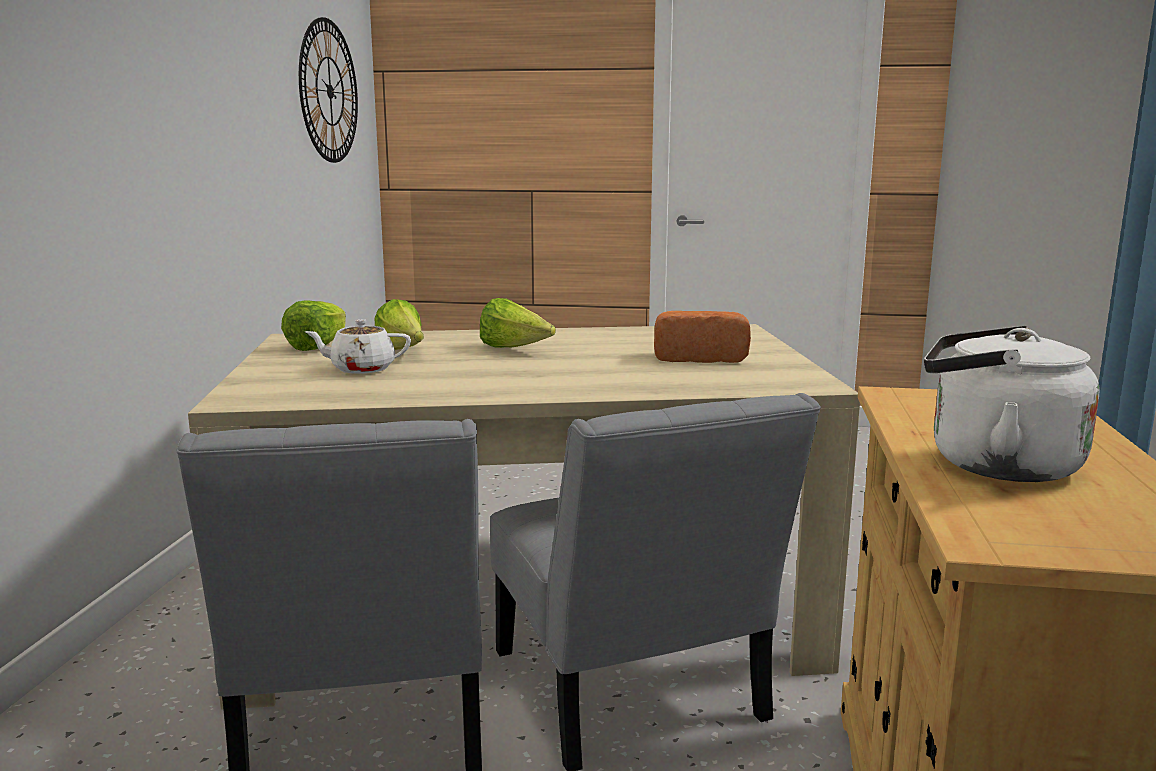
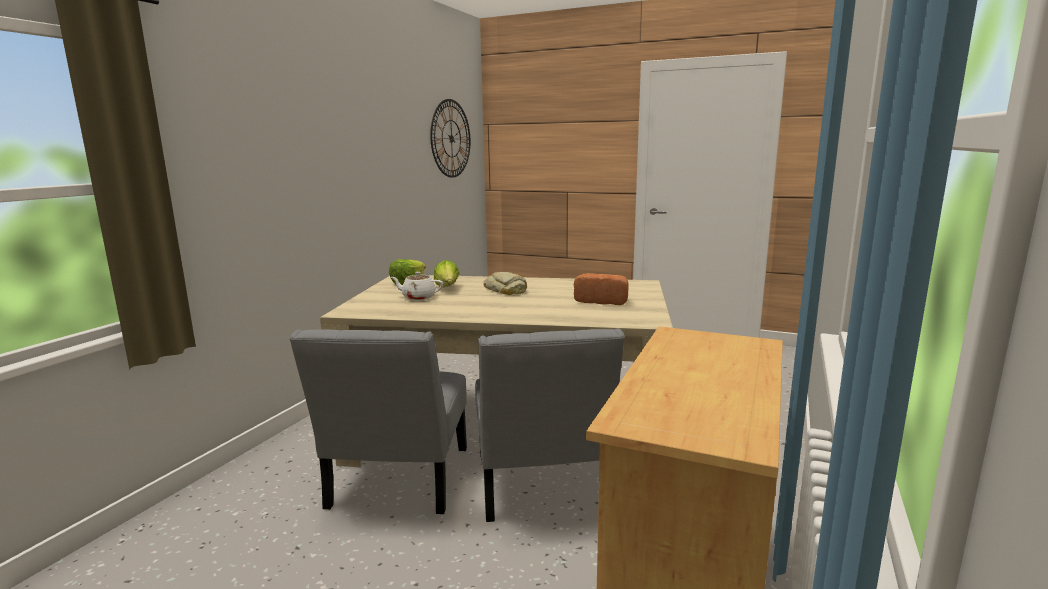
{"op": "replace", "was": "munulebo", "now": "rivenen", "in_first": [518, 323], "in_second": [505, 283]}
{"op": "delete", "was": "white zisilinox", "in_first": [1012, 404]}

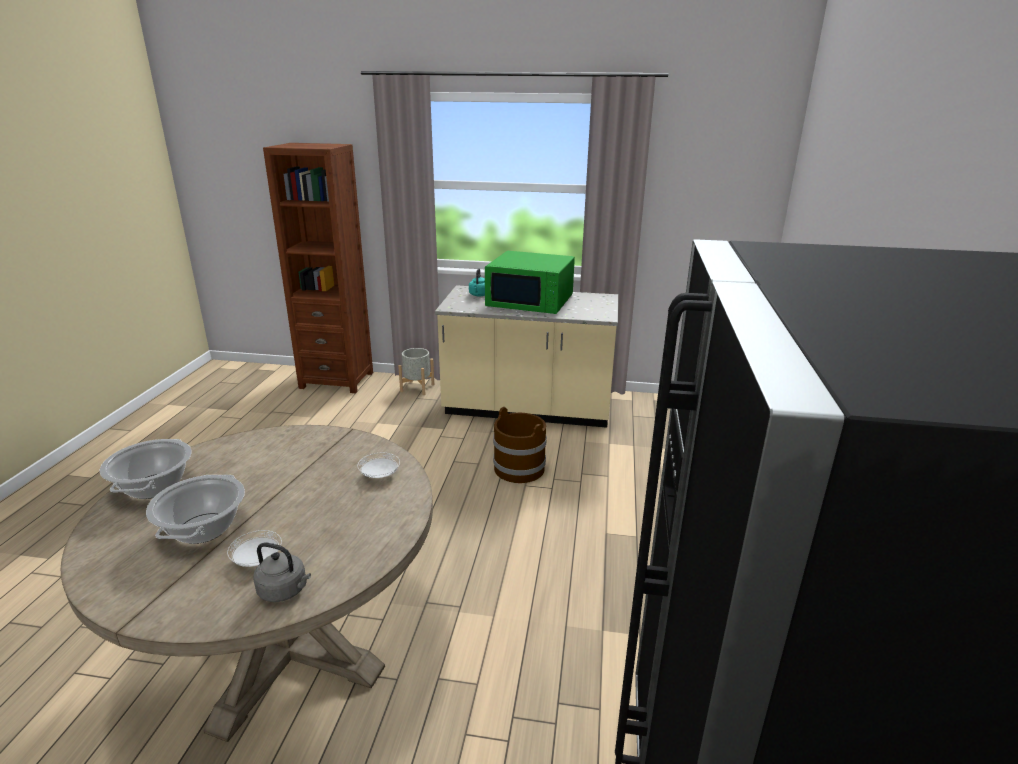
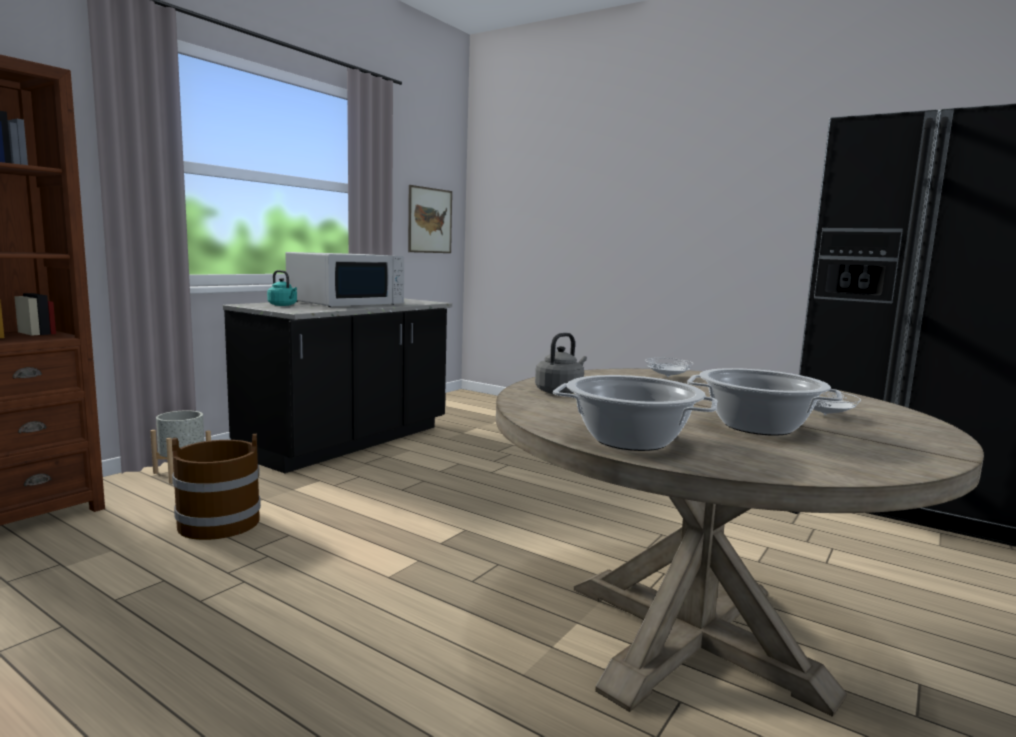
{"op": "recolor", "was": "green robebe", "now": "white robebe", "in_first": [530, 282], "in_second": [344, 279]}
{"op": "recolor", "was": "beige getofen", "now": "black getofen", "in_first": [526, 356], "in_second": [337, 386]}
{"op": "move", "was": "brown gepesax", "in_first": [520, 445], "in_second": [216, 487]}
{"op": "move", "was": "grey zisilinox", "in_first": [282, 572], "in_second": [561, 363]}
{"op": "insert", "now": "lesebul", "in_second": [430, 219]}

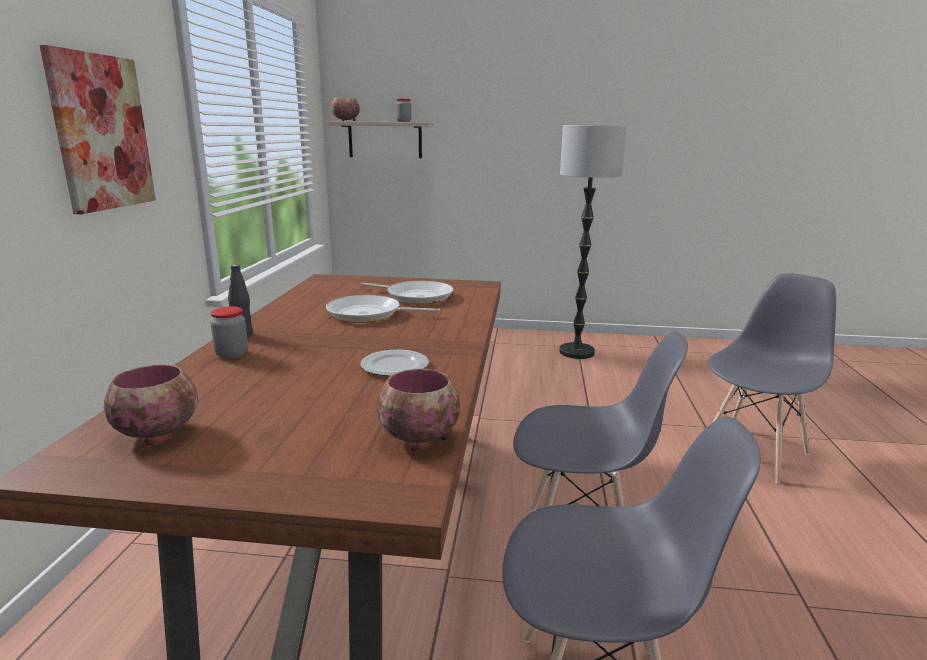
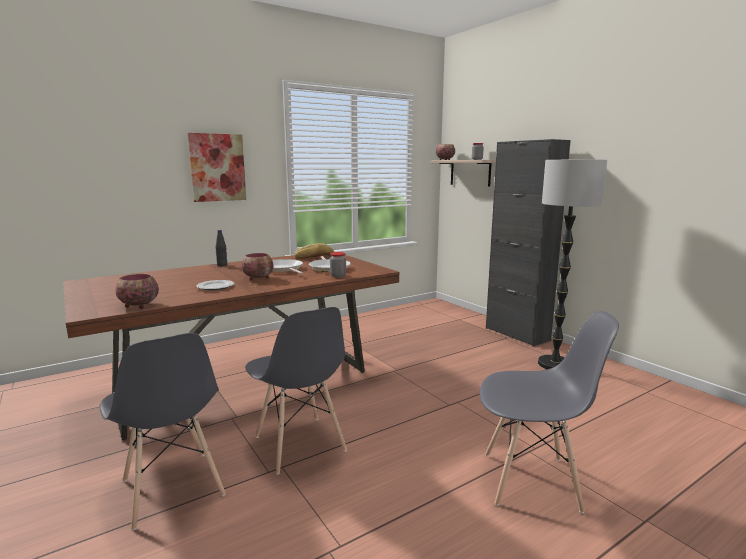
{"op": "move", "was": "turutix", "in_first": [229, 332], "in_second": [338, 265]}
{"op": "move", "was": "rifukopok", "in_first": [151, 404], "in_second": [258, 266]}
{"op": "insert", "now": "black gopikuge", "in_second": [528, 242]}
{"op": "insert", "now": "rivenen", "in_second": [314, 251]}

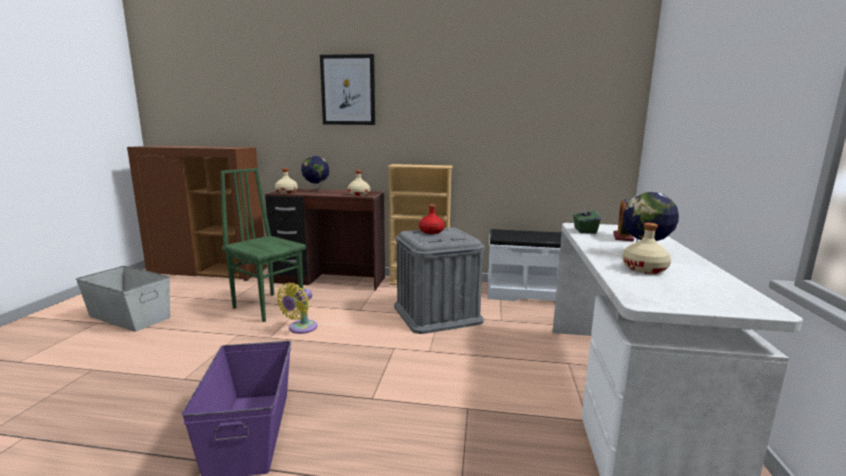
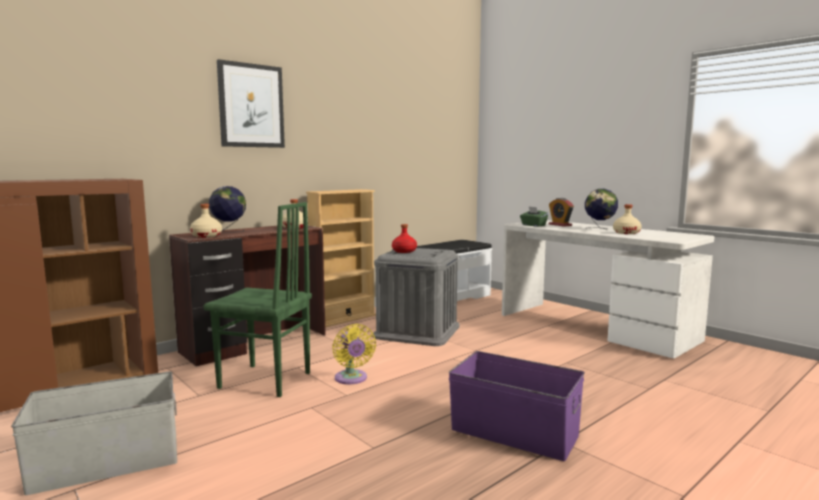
{"op": "rotate", "was": "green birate", "in_first": [263, 245], "in_second": [258, 299], "clockwise": -150}

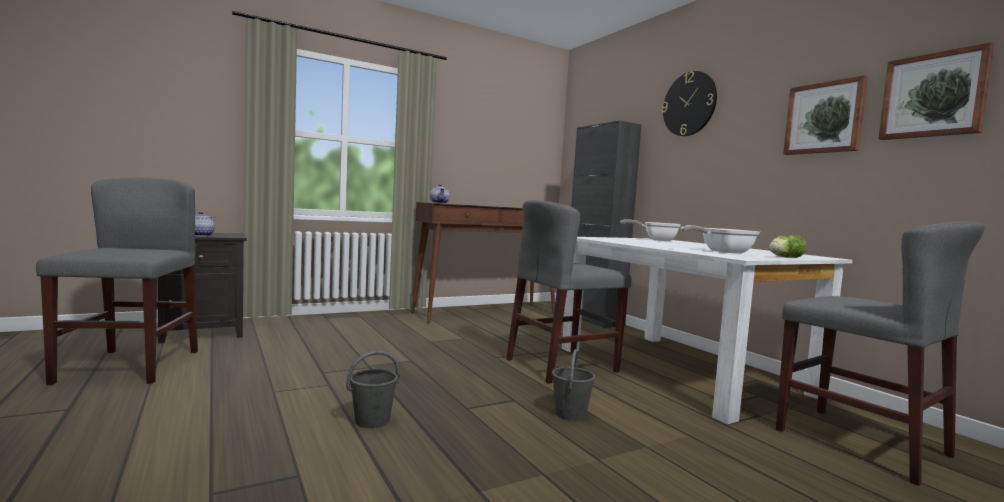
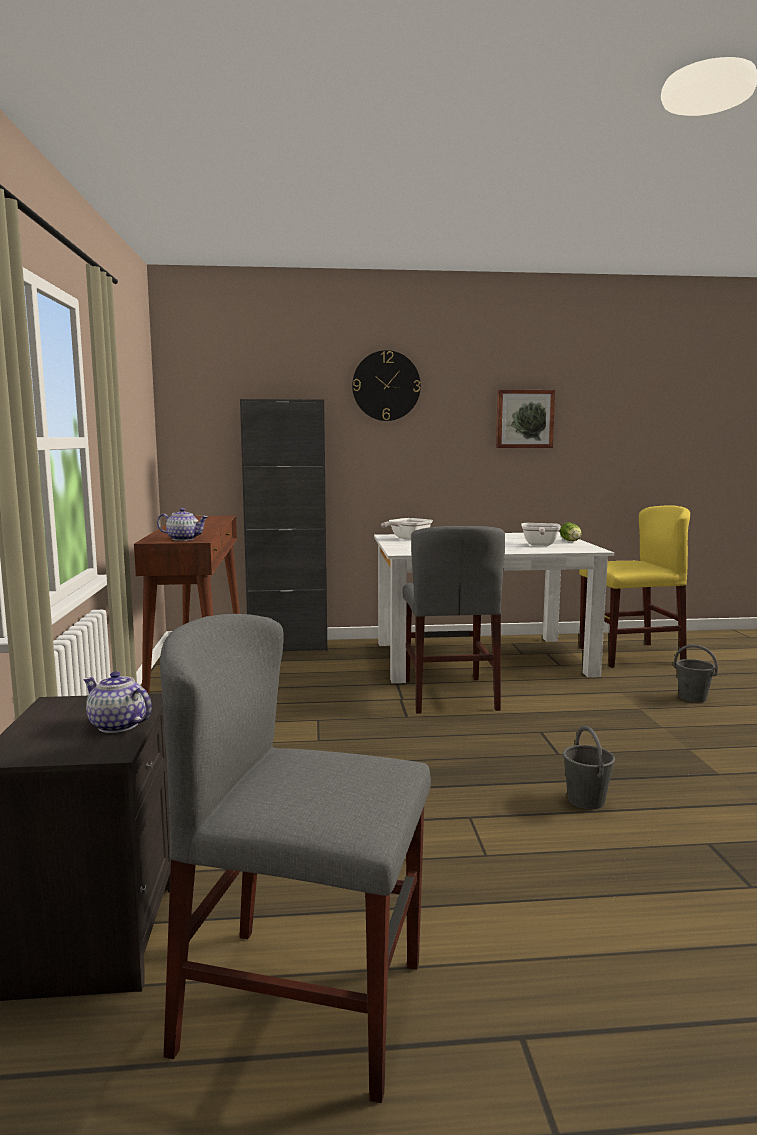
{"op": "delete", "was": "lesebul", "in_first": [936, 91]}
{"op": "recolor", "was": "grey birate", "now": "yellow birate", "in_first": [880, 353], "in_second": [634, 586]}
{"op": "move", "was": "grey gepesax", "in_first": [573, 385], "in_second": [696, 673]}

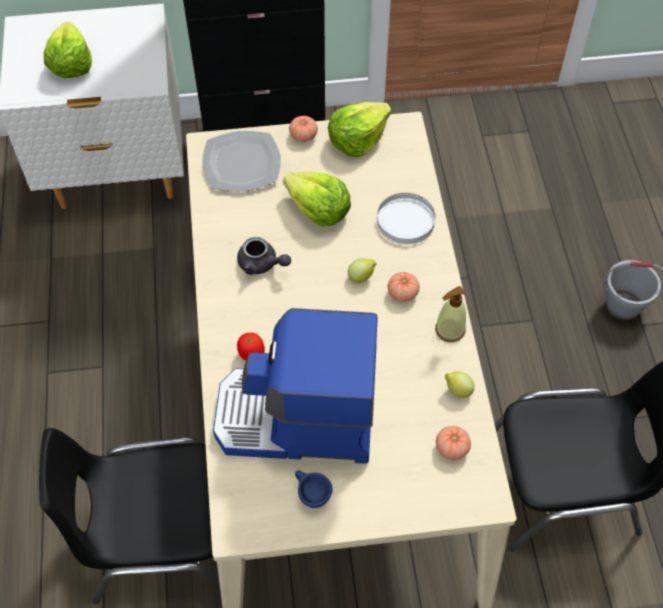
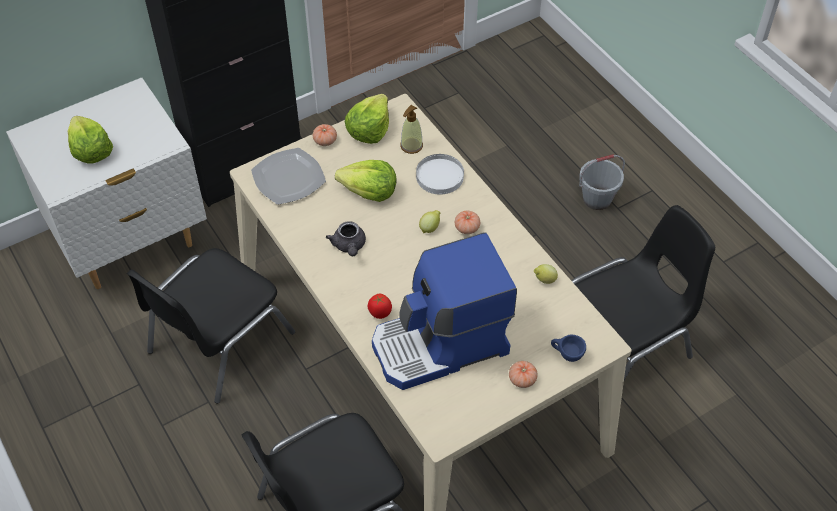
{"op": "rotate", "was": "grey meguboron", "in_first": [264, 256], "in_second": [346, 238], "clockwise": 75}
{"op": "move", "was": "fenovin", "in_first": [450, 314], "in_second": [411, 129]}
{"op": "move", "was": "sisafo", "in_first": [453, 443], "in_second": [523, 374]}
{"op": "move", "was": "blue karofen", "in_first": [313, 489], "in_second": [568, 348]}
{"op": "insert", "now": "black birate", "in_second": [211, 326]}

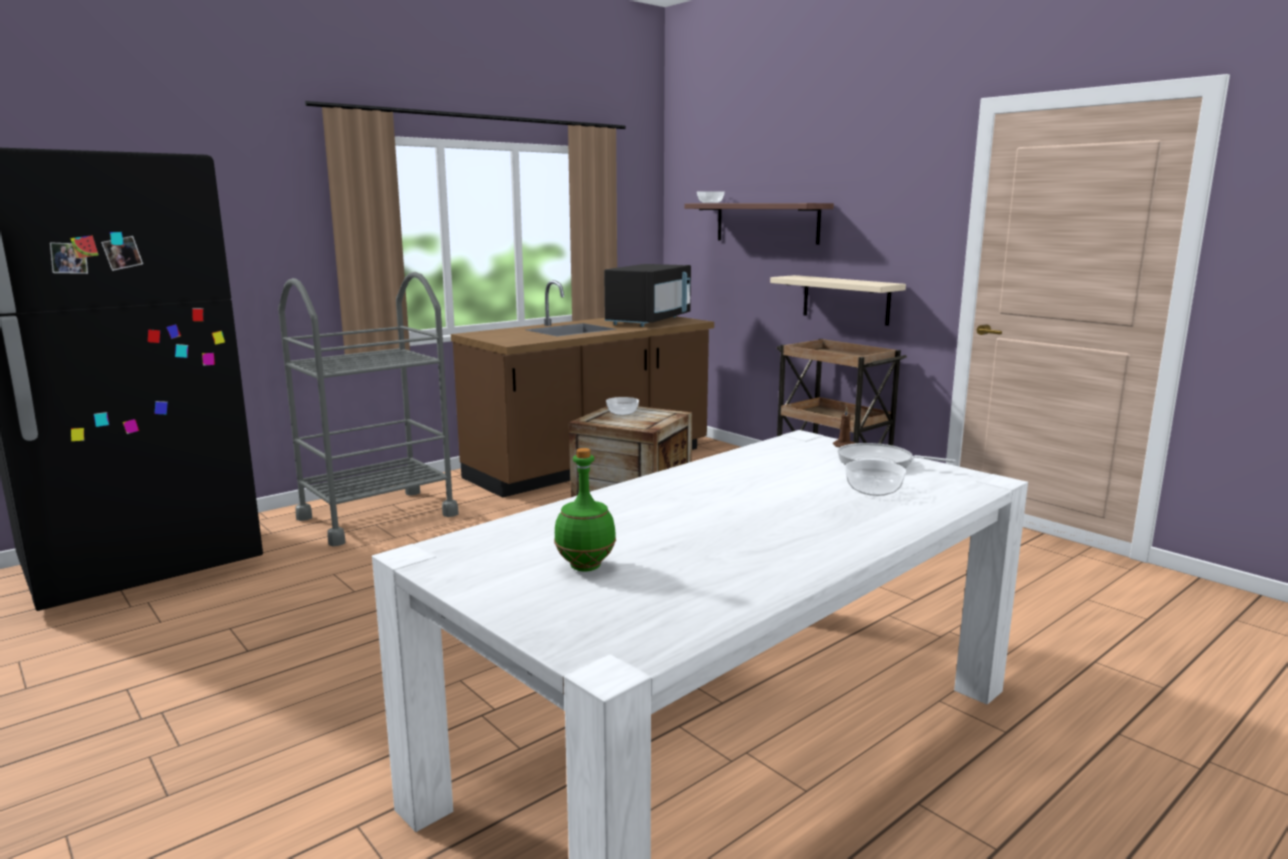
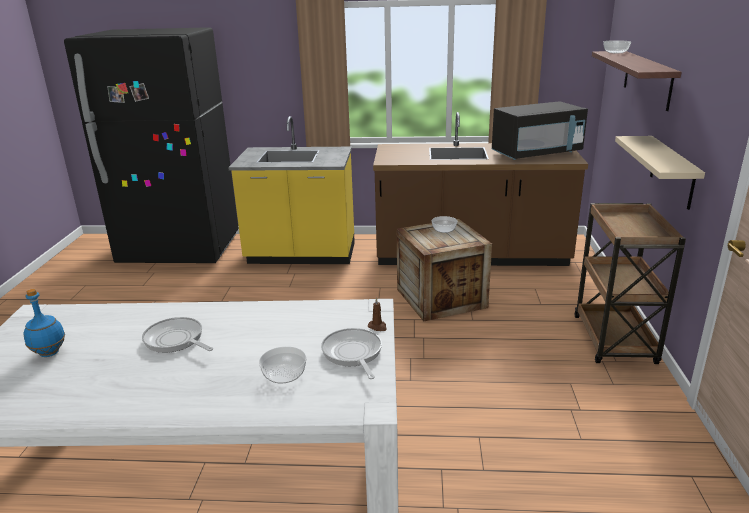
{"op": "replace", "was": "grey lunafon", "now": "yellow getofen", "in_first": [368, 409], "in_second": [291, 190]}
{"op": "recolor", "was": "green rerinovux", "now": "blue rerinovux", "in_first": [585, 509], "in_second": [44, 323]}
{"op": "insert", "now": "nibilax", "in_second": [177, 335]}

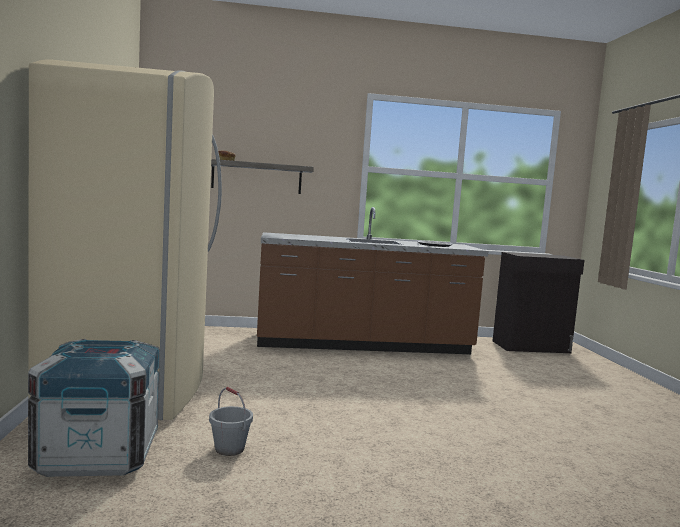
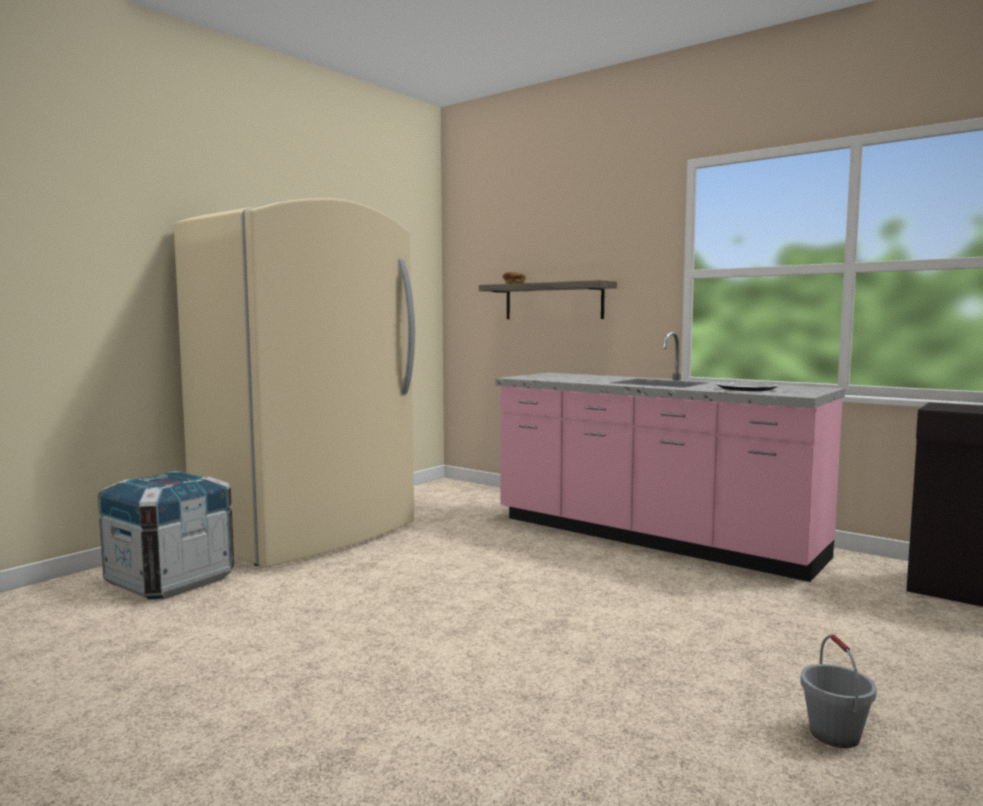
{"op": "recolor", "was": "brown getofen", "now": "pink getofen", "in_first": [373, 280], "in_second": [670, 456]}
{"op": "move", "was": "grey gepesax", "in_first": [231, 421], "in_second": [838, 691]}

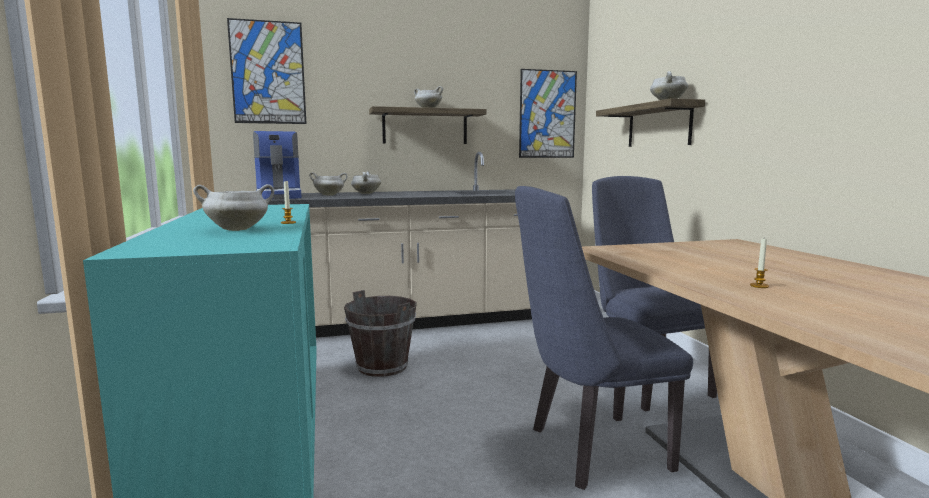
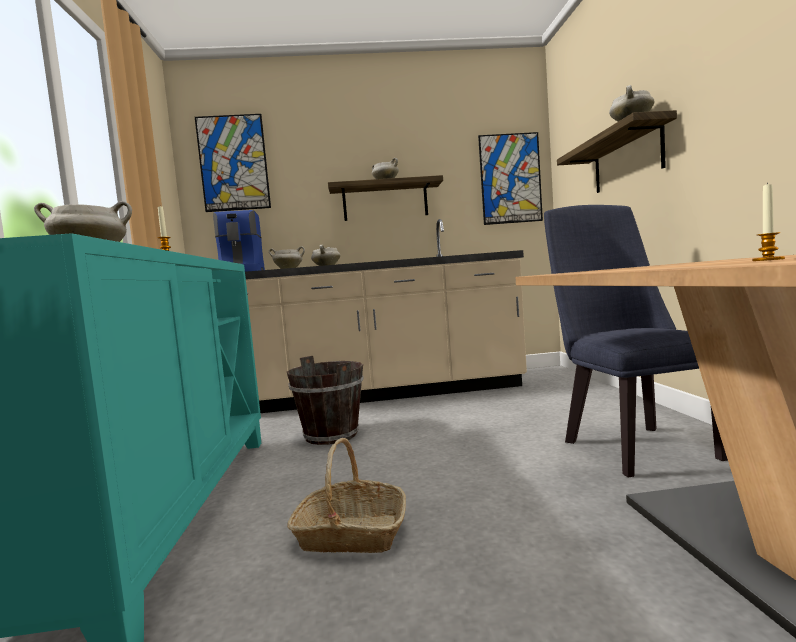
{"op": "delete", "was": "blue birate", "in_first": [604, 338]}
{"op": "insert", "now": "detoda", "in_second": [346, 495]}

